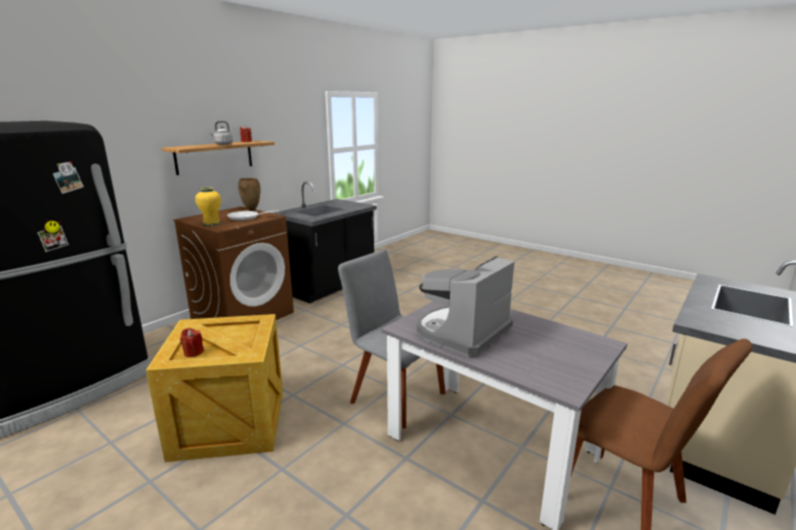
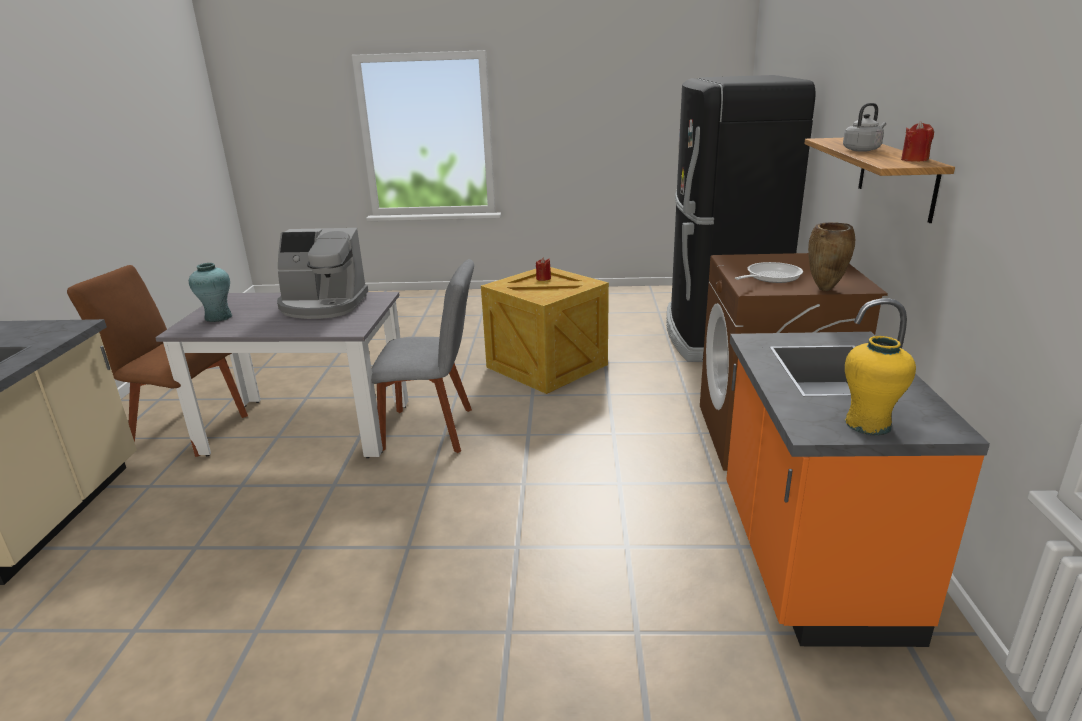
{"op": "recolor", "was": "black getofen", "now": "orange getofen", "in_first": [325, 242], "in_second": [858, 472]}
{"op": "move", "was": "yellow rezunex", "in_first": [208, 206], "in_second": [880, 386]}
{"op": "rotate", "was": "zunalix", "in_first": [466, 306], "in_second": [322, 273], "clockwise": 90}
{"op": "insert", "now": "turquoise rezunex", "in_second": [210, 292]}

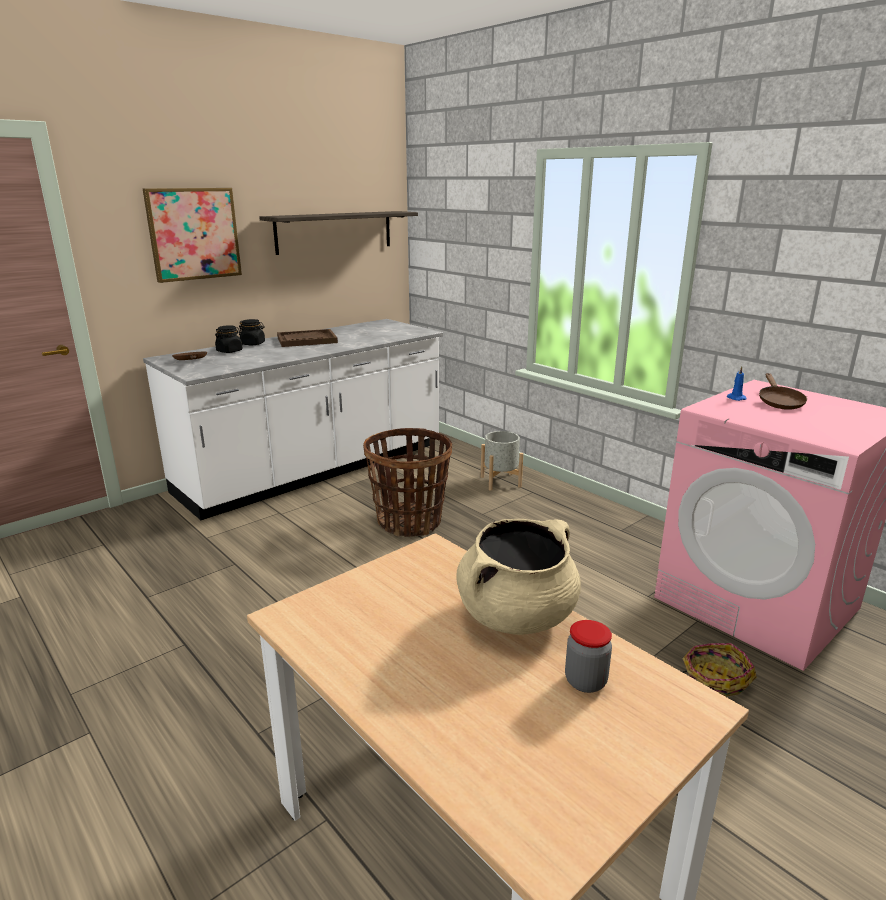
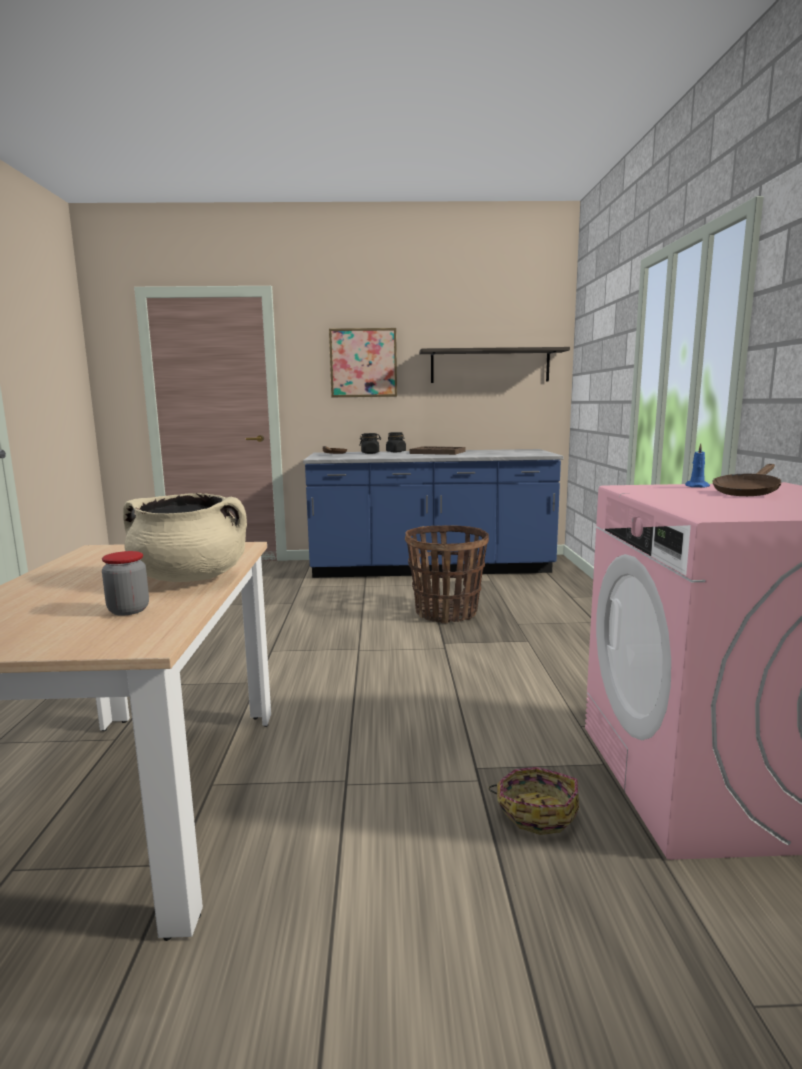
{"op": "recolor", "was": "white getofen", "now": "blue getofen", "in_first": [293, 419], "in_second": [433, 513]}
{"op": "delete", "was": "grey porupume", "in_first": [502, 461]}

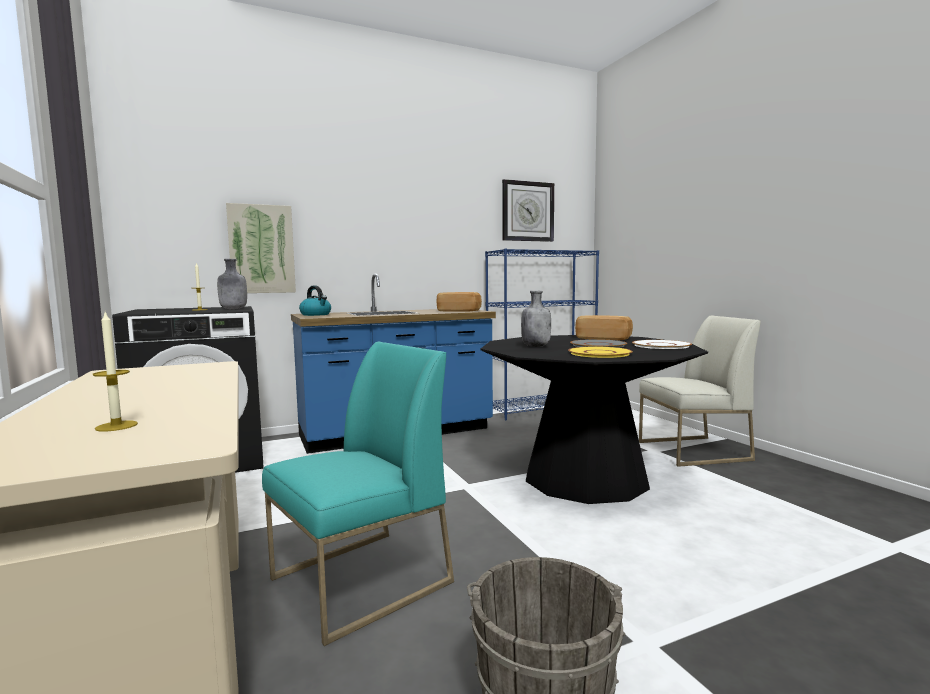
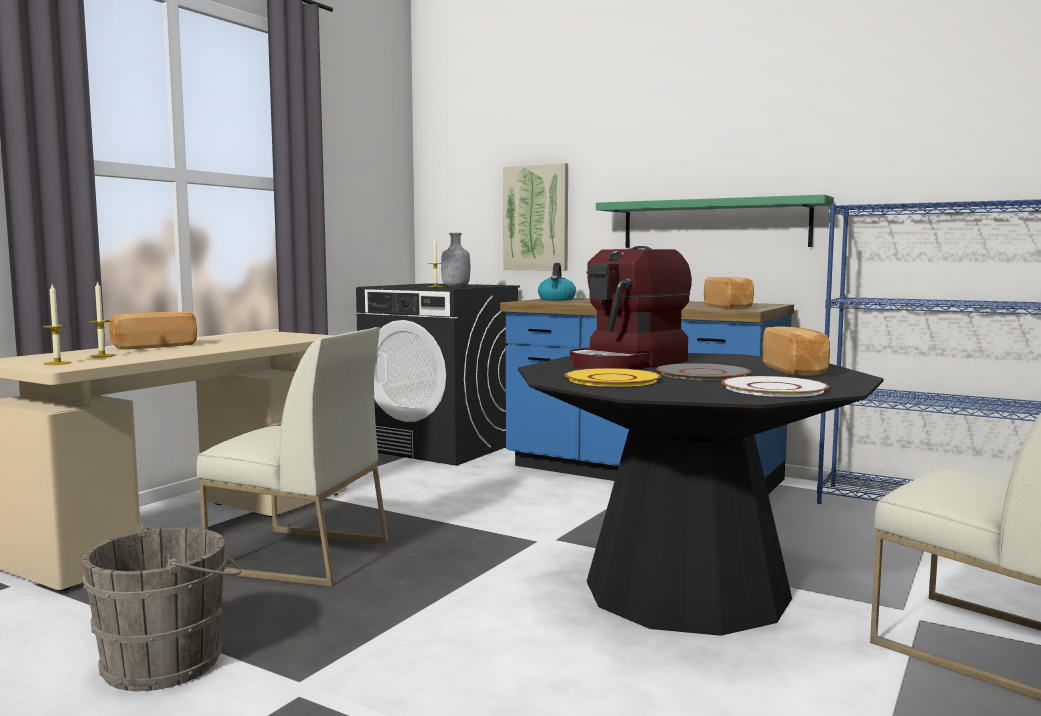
{"op": "delete", "was": "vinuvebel", "in_first": [528, 210]}
{"op": "replace", "was": "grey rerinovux", "now": "zunalix", "in_first": [536, 319], "in_second": [631, 307]}
{"op": "recolor", "was": "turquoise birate", "now": "white birate", "in_first": [358, 494], "in_second": [292, 457]}
{"op": "insert", "now": "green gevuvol", "in_second": [715, 221]}
{"op": "insert", "now": "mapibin", "in_second": [57, 324]}
{"op": "insert", "now": "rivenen", "in_second": [153, 330]}

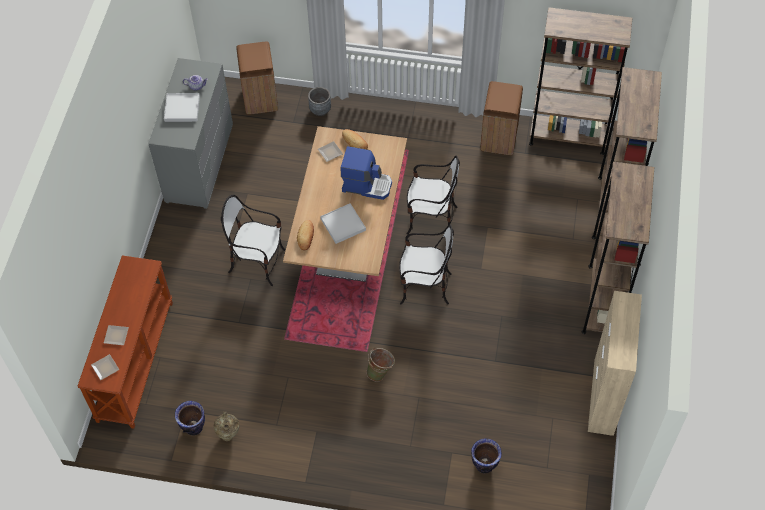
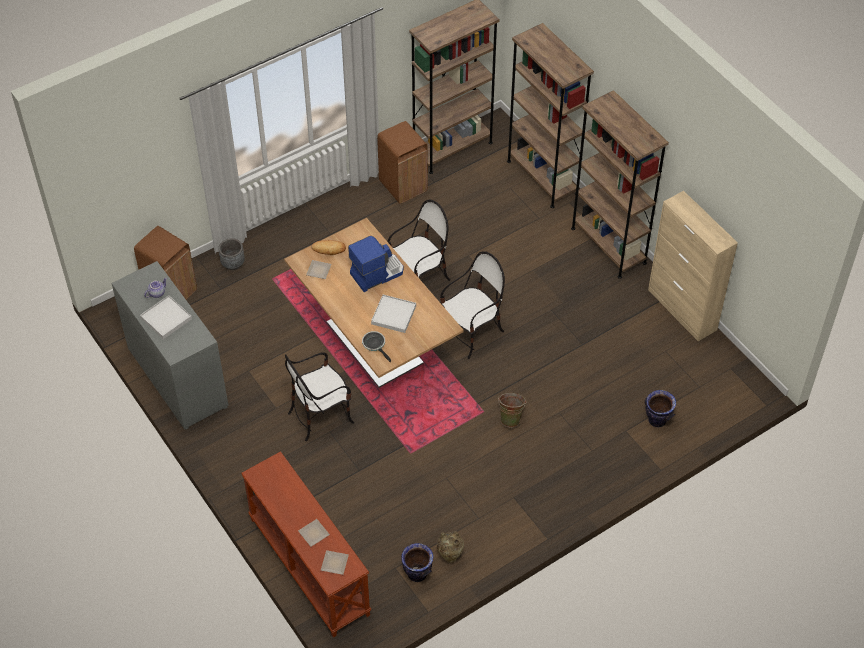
{"op": "replace", "was": "rivenen", "now": "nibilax", "in_first": [305, 235], "in_second": [376, 346]}

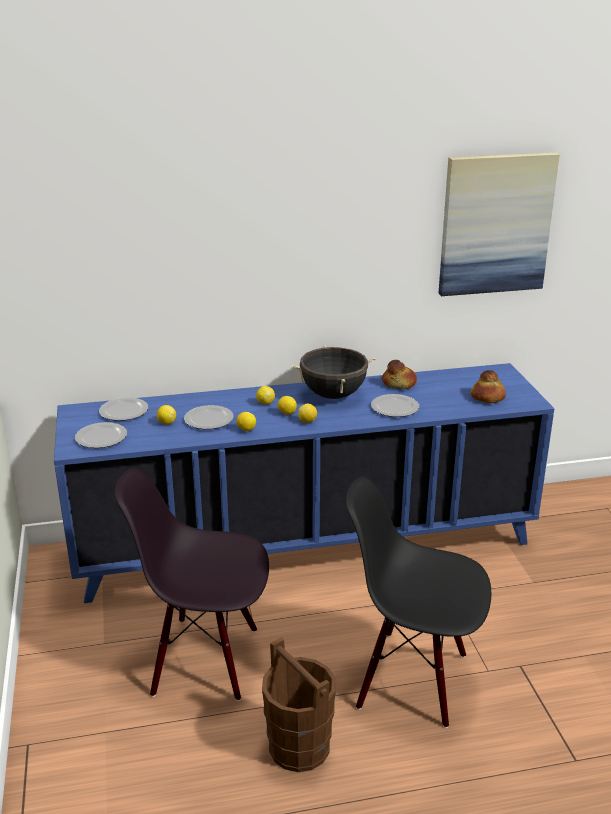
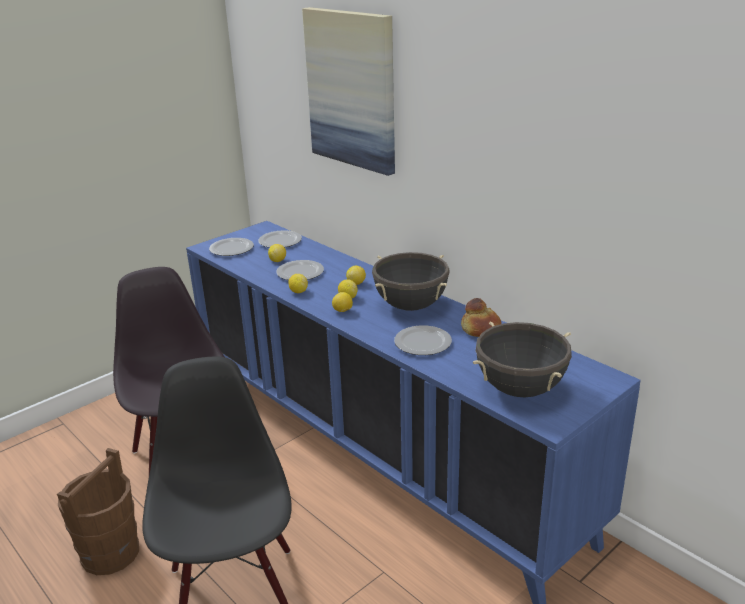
{"op": "move", "was": "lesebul", "in_first": [499, 224], "in_second": [348, 91]}
{"op": "replace", "was": "rivenen", "now": "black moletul", "in_first": [488, 386], "in_second": [522, 359]}

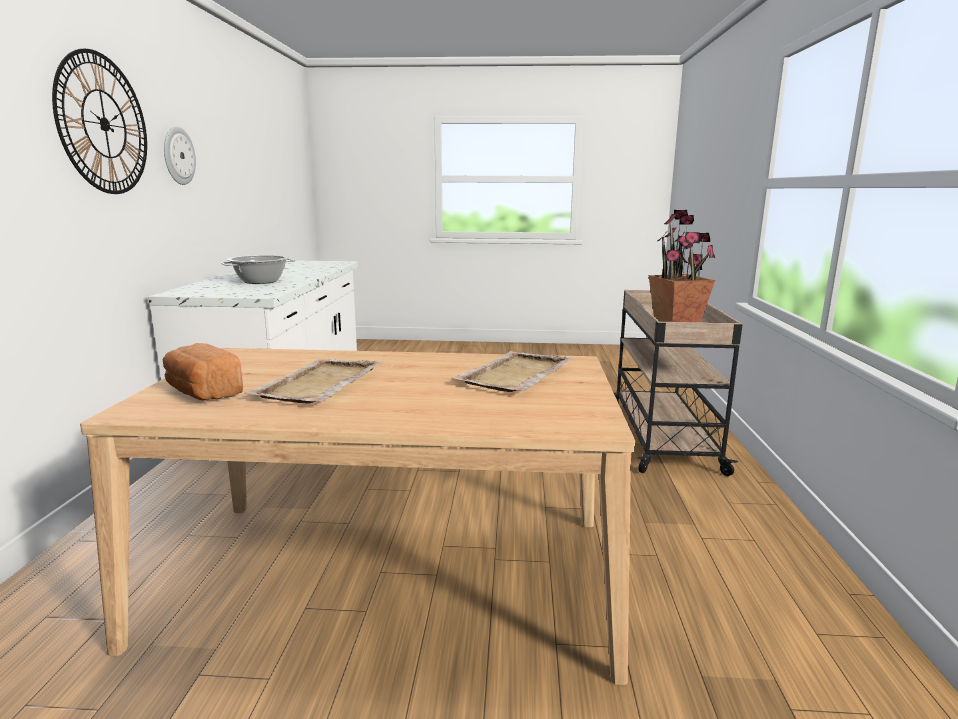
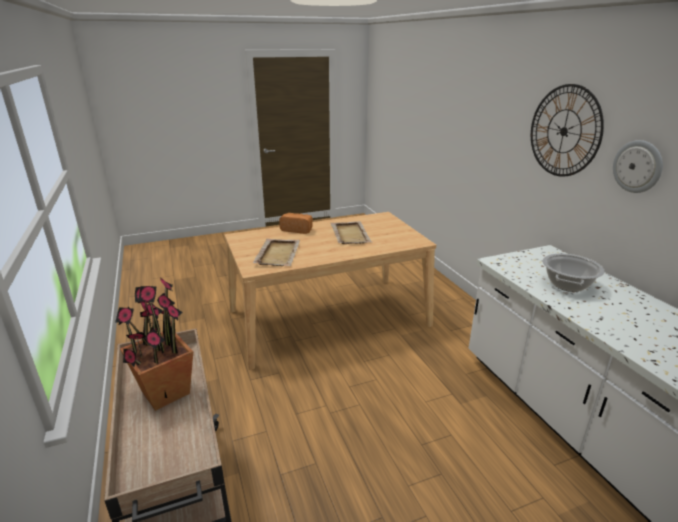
{"op": "move", "was": "rivenen", "in_first": [203, 372], "in_second": [296, 223]}

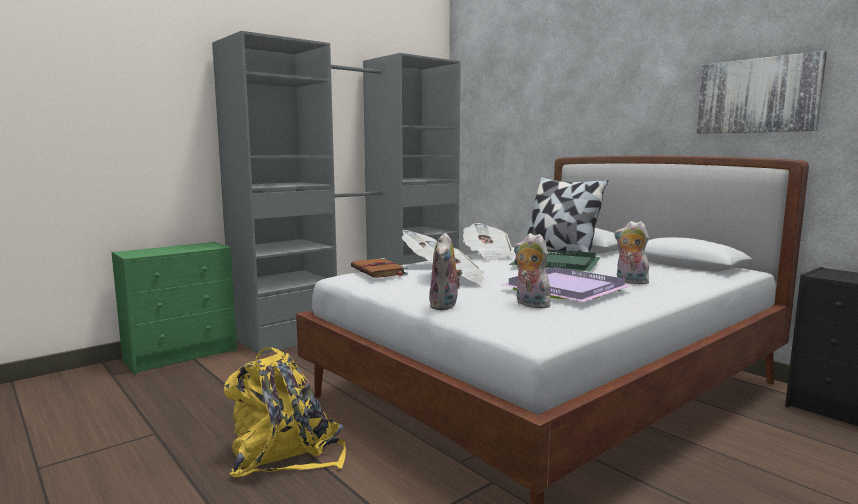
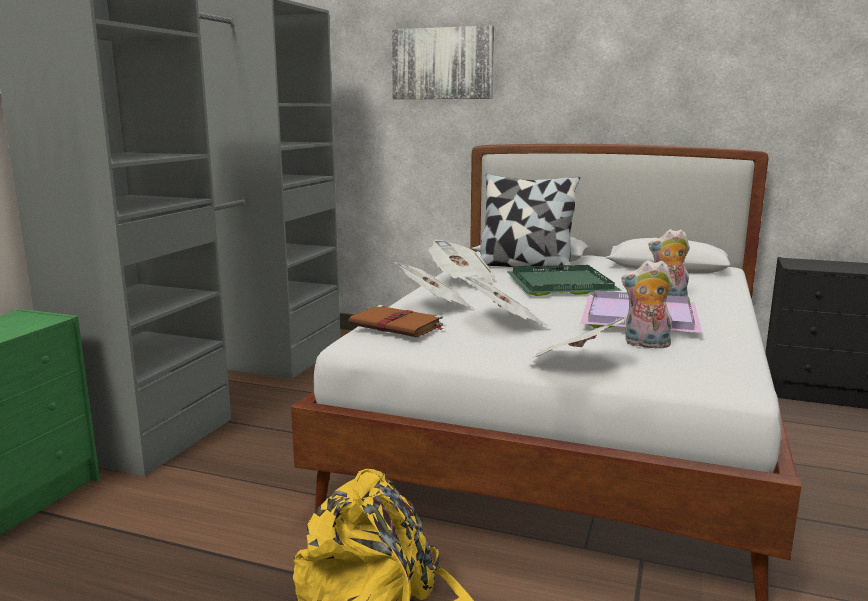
{"op": "move", "was": "lesebul", "in_first": [761, 92], "in_second": [443, 62]}
{"op": "replace", "was": "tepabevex", "now": "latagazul", "in_first": [446, 271], "in_second": [579, 337]}

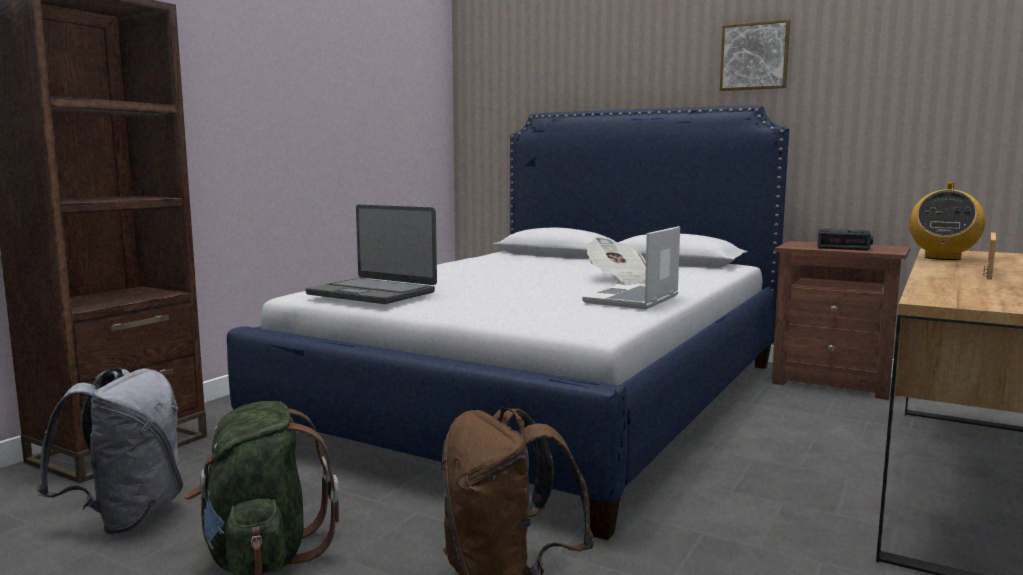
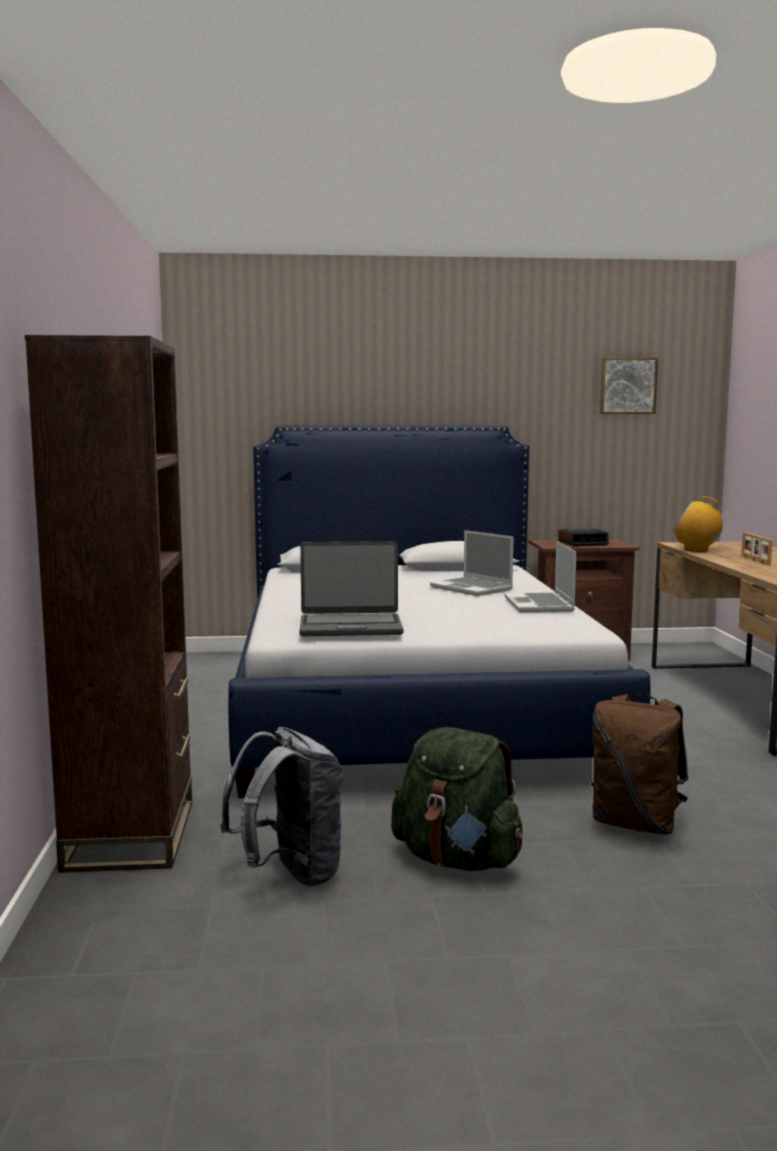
{"op": "move", "was": "lesebul", "in_first": [755, 55], "in_second": [629, 385]}
{"op": "rotate", "was": "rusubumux", "in_first": [947, 221], "in_second": [698, 524], "clockwise": 120}
{"op": "replace", "was": "latagazul", "now": "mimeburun", "in_first": [615, 261], "in_second": [472, 563]}

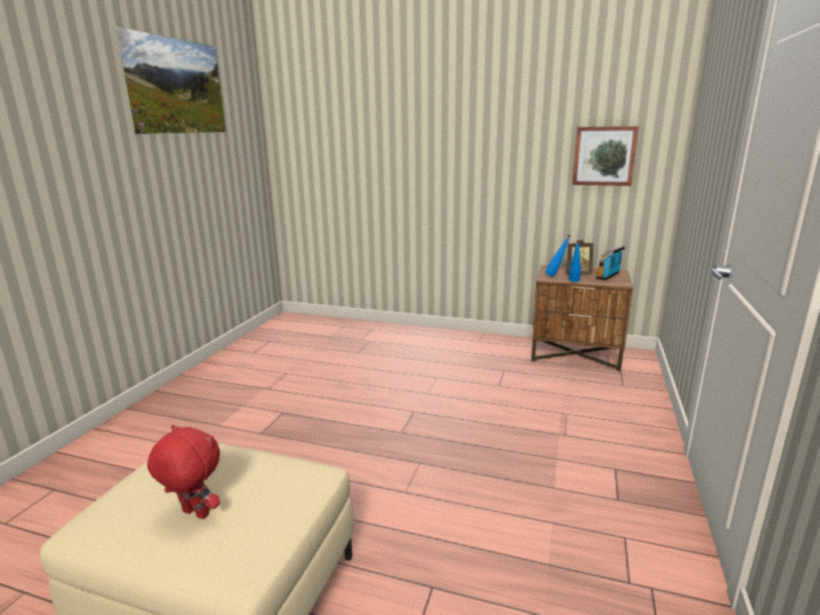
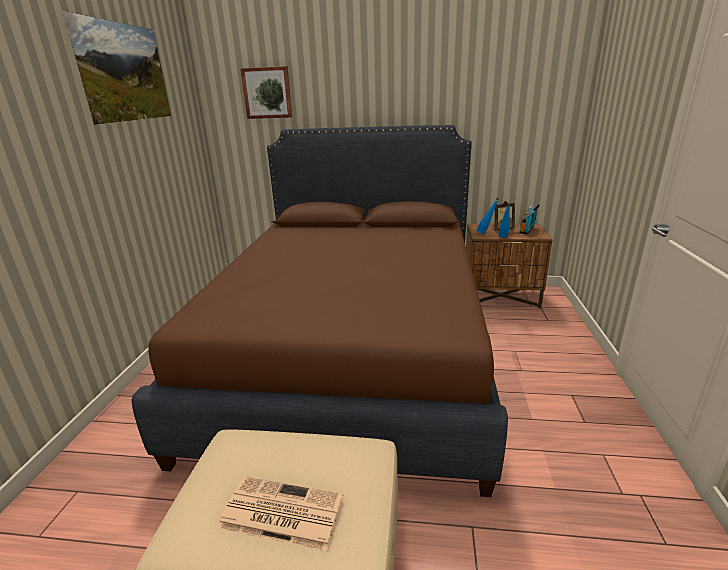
{"op": "move", "was": "lesebul", "in_first": [605, 156], "in_second": [266, 92]}
{"op": "replace", "was": "red tepabevex", "now": "latagazul", "in_first": [183, 472], "in_second": [280, 514]}
{"op": "insert", "now": "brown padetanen", "in_second": [319, 311]}

